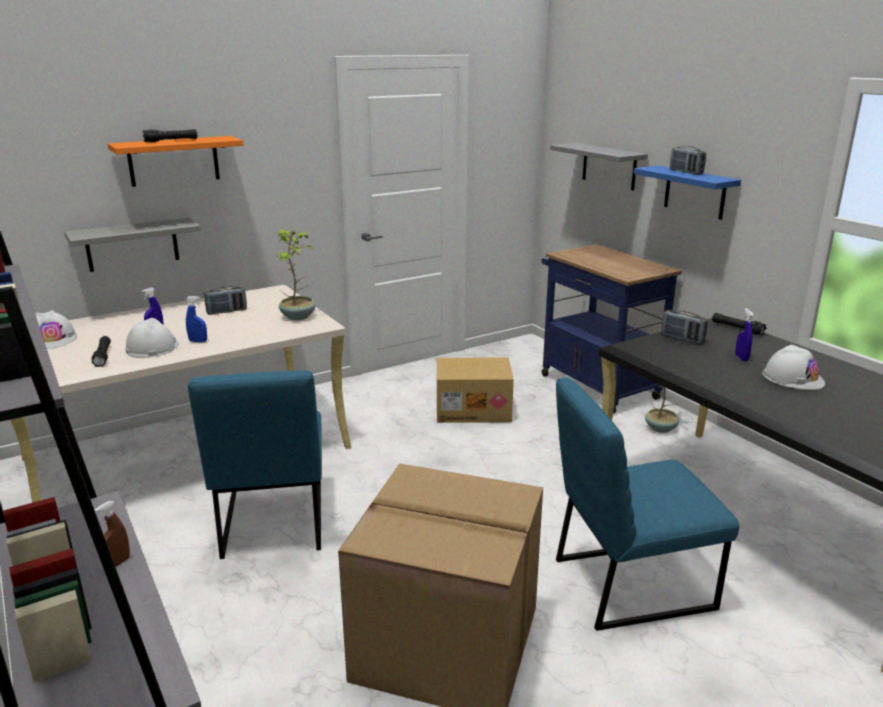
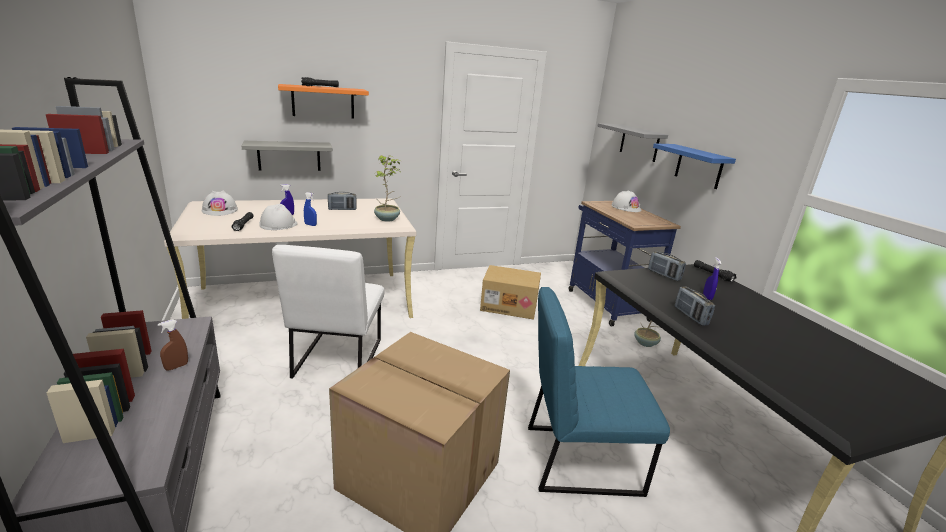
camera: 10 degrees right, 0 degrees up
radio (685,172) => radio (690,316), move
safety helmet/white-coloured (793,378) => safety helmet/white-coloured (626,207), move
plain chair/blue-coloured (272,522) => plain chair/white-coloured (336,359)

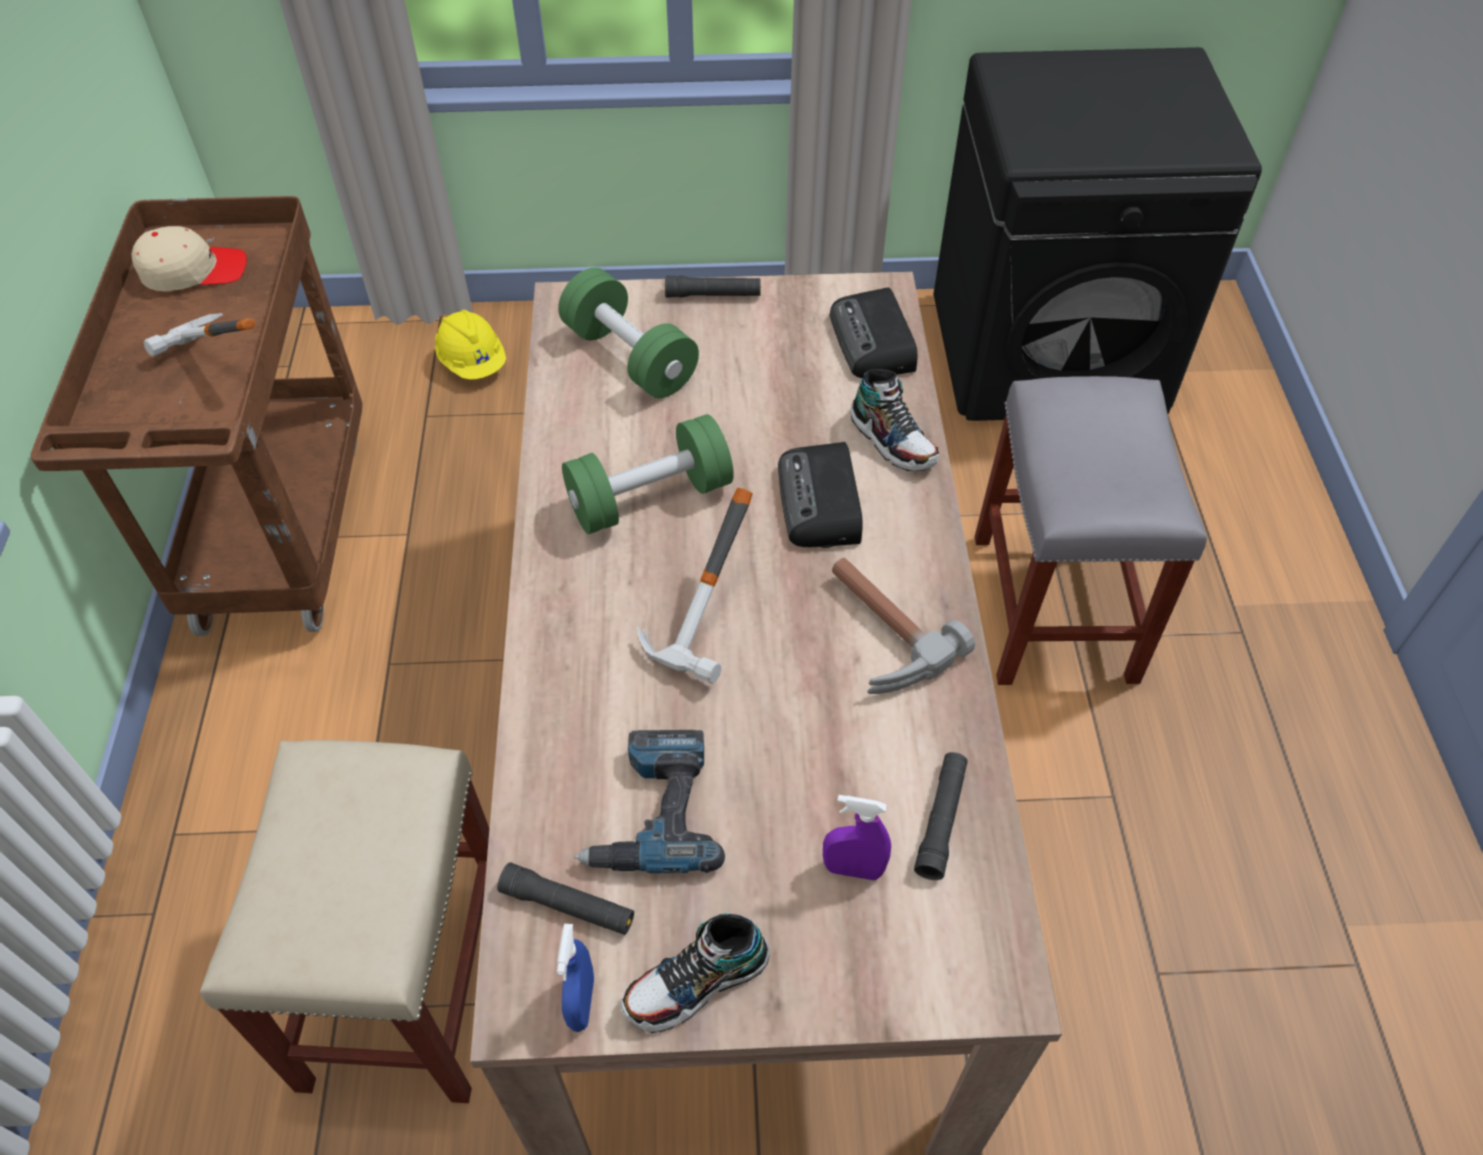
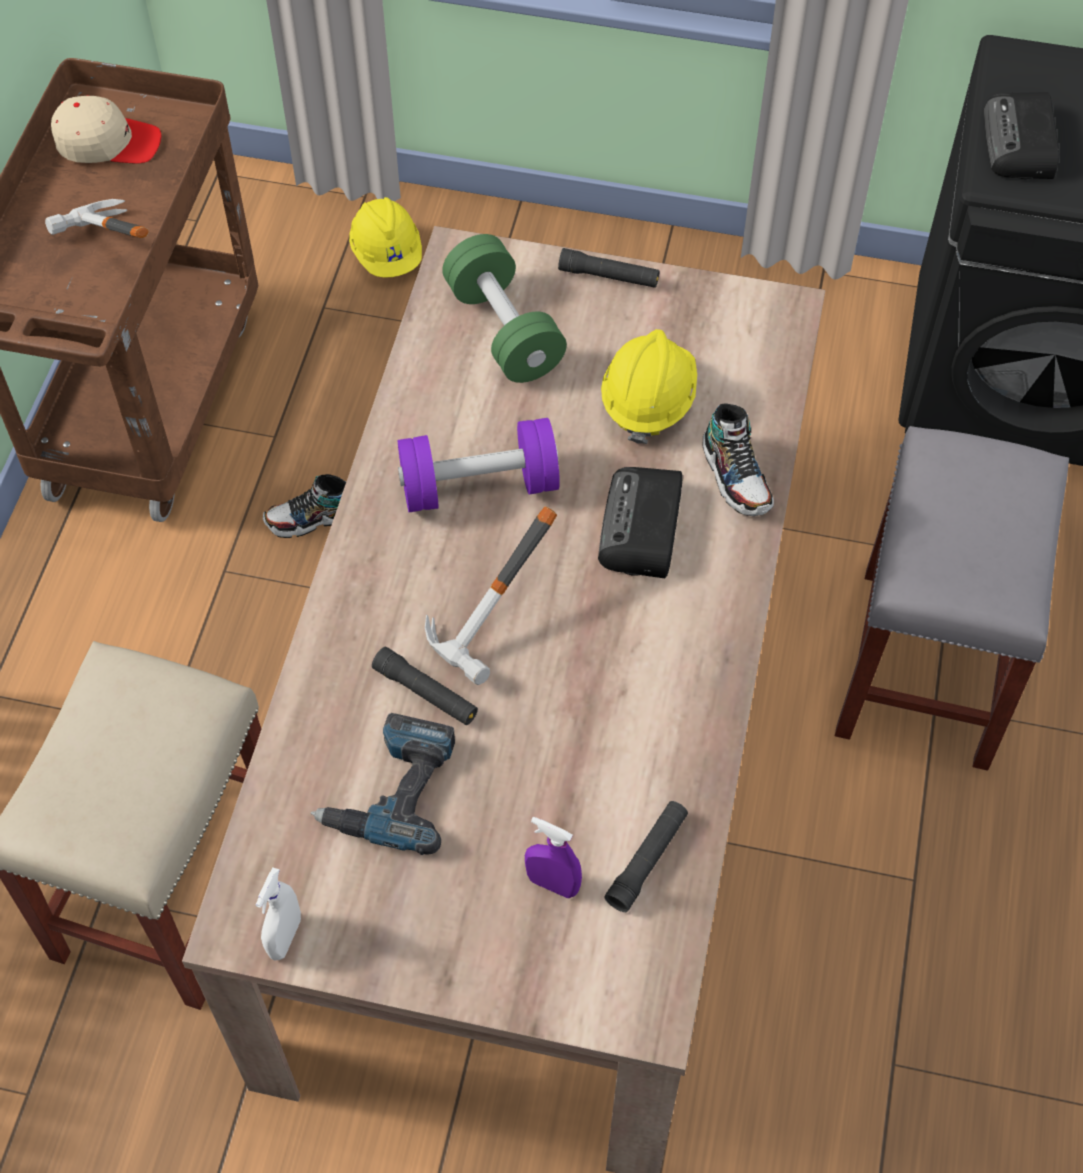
camera: 15 degrees right, 5 degrees up
hand hammer (875,634) => nothing
nothing => safety helmet/yellow-coloured (648,400)
hand torch/black (568,906) => hand torch/black (426,693), move
low shoe (697,983) => low shoe (313,519), move
radio (874,342) => radio (1020,143), move
hand sprayer/blue-coloured (581,1002) => hand sprayer/white-coloured (285,937)
free weight/greenish (650,498) => free weight/purple-coloured (479,486)

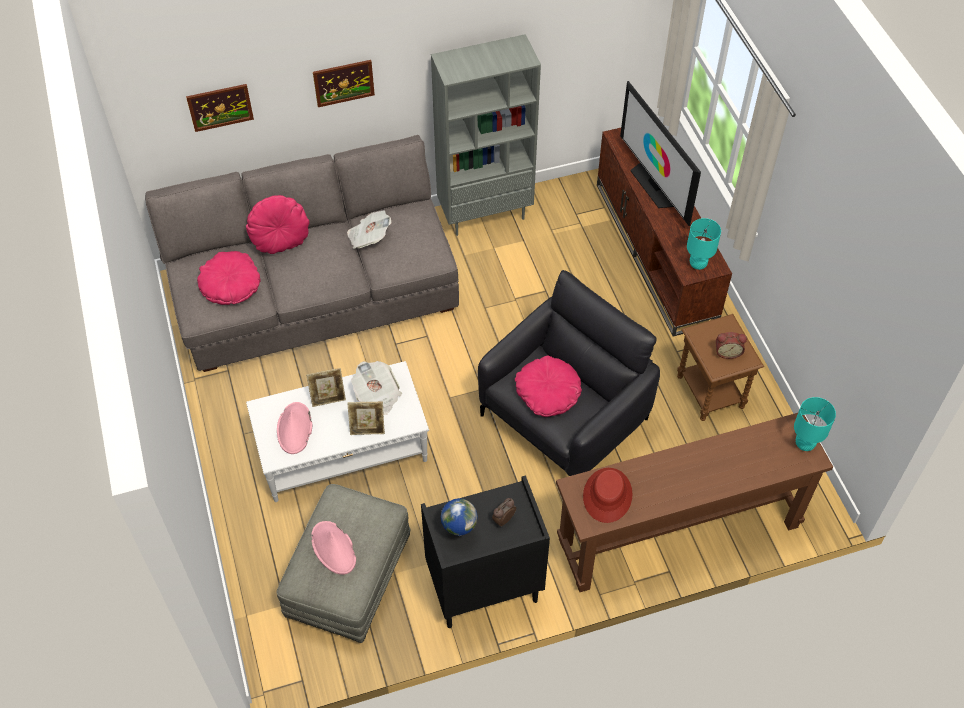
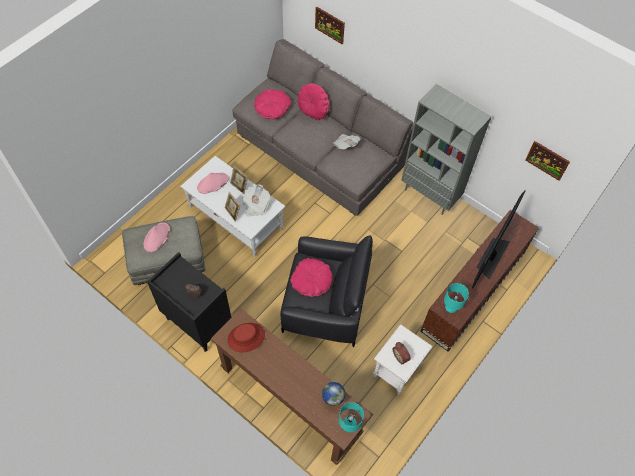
camera: 55 degrees right, 5 degrees up
picture (343,82) => picture (547,160), move
desk globe (459,533) => desk globe (332,400), move
end table/brown (711,391) => end table/white-coloured (397,371)

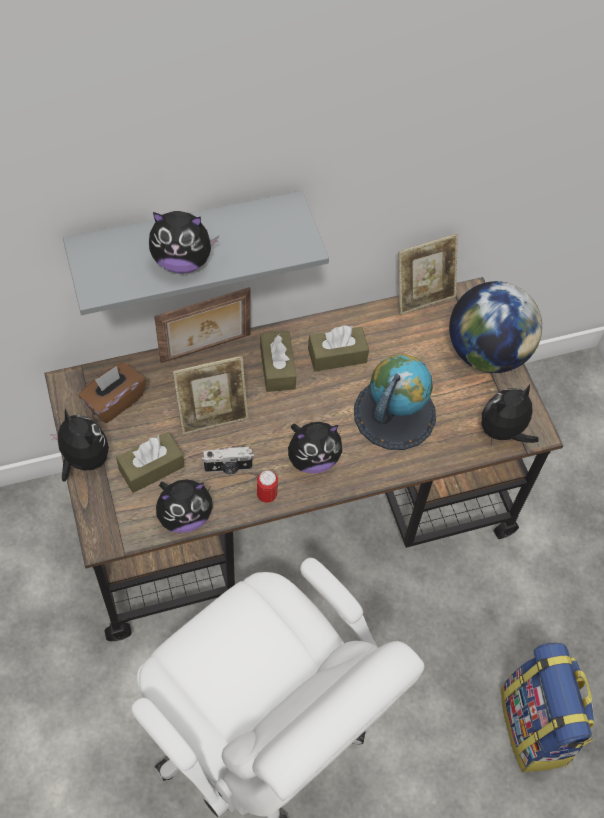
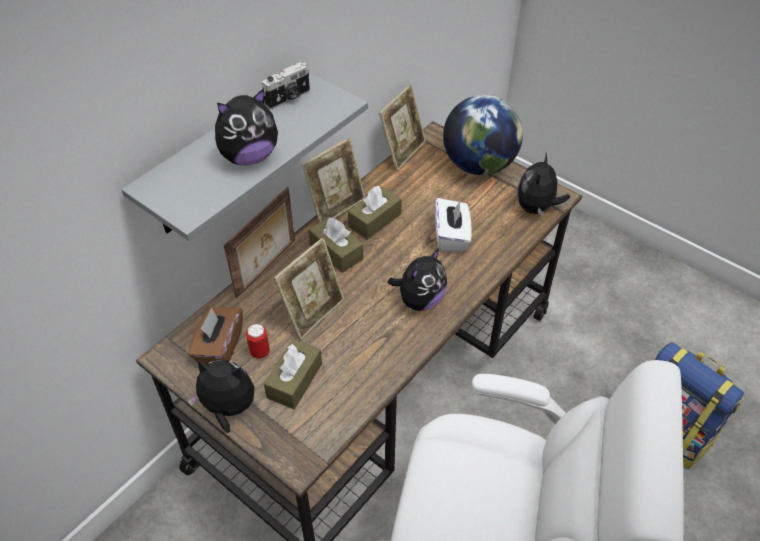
camera: 30 degrees left, 10 degrees down
soft toy (184,516) => nothing
nothing => picture frame (336,207)
still camera (228,468) => still camera (289,99), move
can (267,495) => can (260,352), move
desk globe (394,413) => box of tissues/white-coloured (451,236)

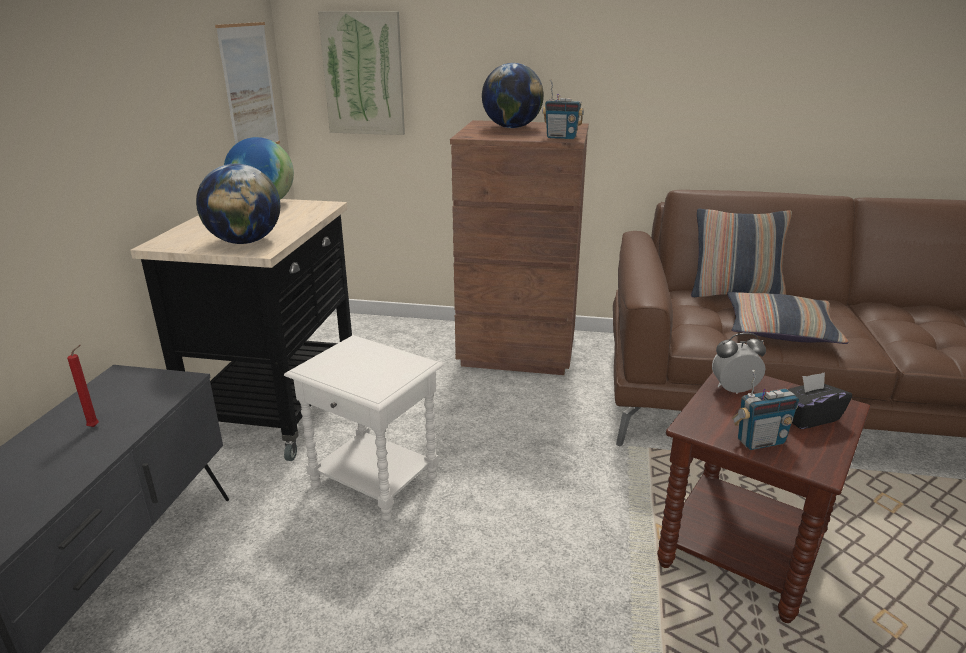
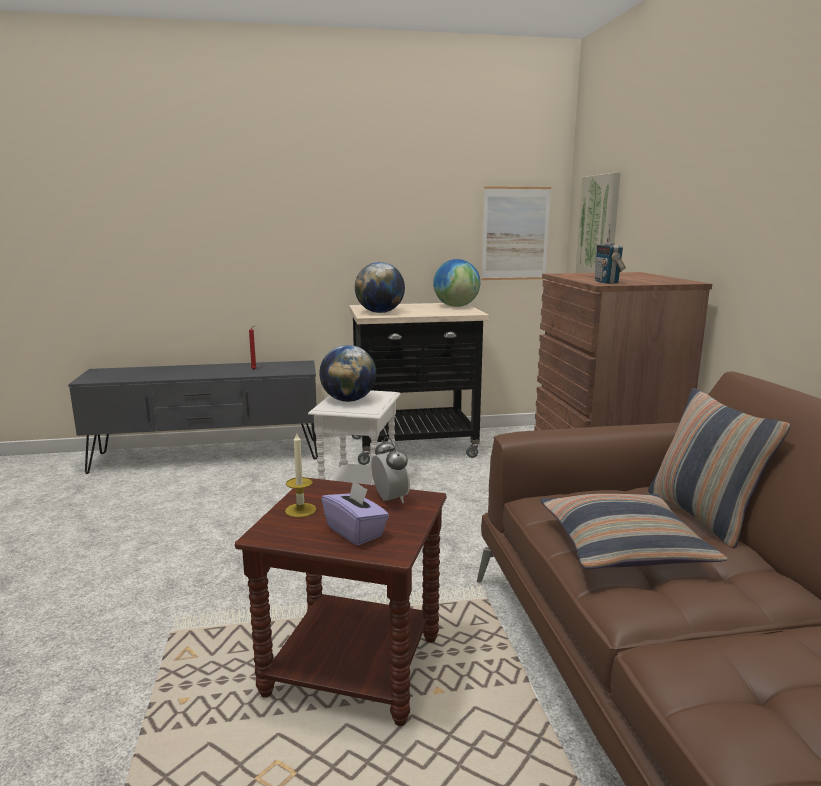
camera: 70 degrees right, 10 degrees down
desk globe (511,127) => desk globe (348,400), move
radio (760,441) => candle (300,510)
box of tissues/black (808,417) => box of tissues/purple-coloured (355,532)

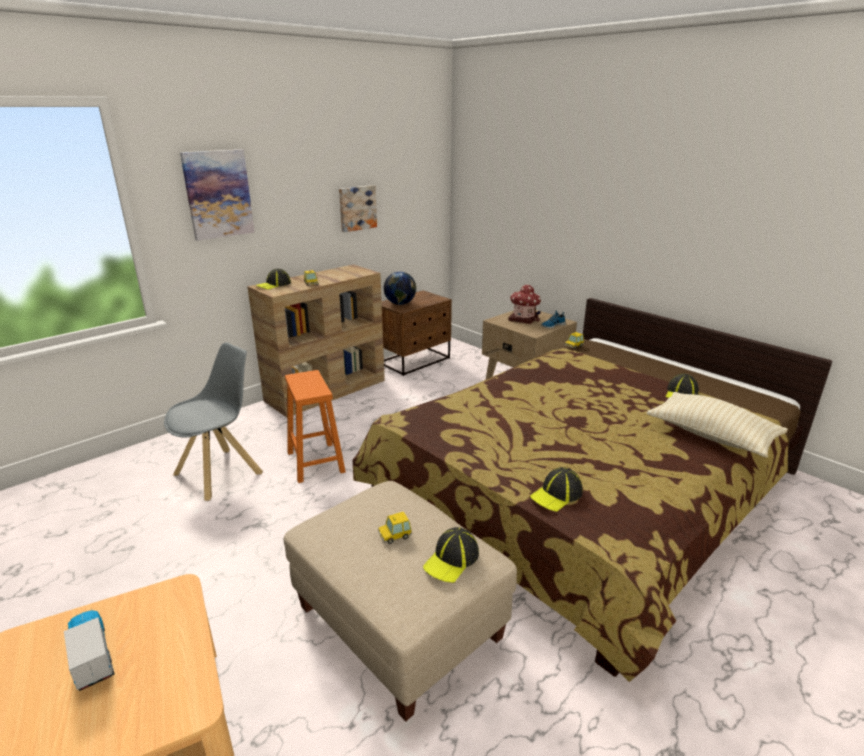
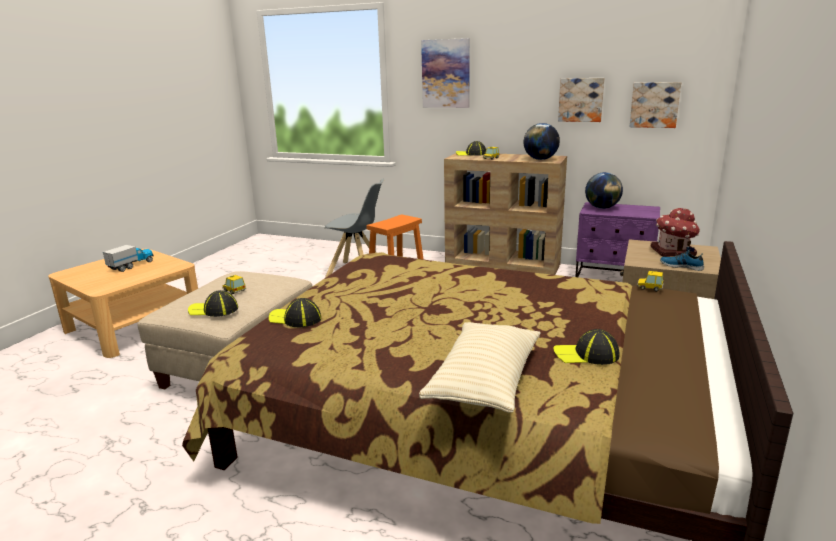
camera: 65 degrees right, 5 degrees down
nothing => desk globe (540,159)
nothing => picture (654,104)
bedside table/brown (415,361) => bedside table/purple-coloured (614,279)

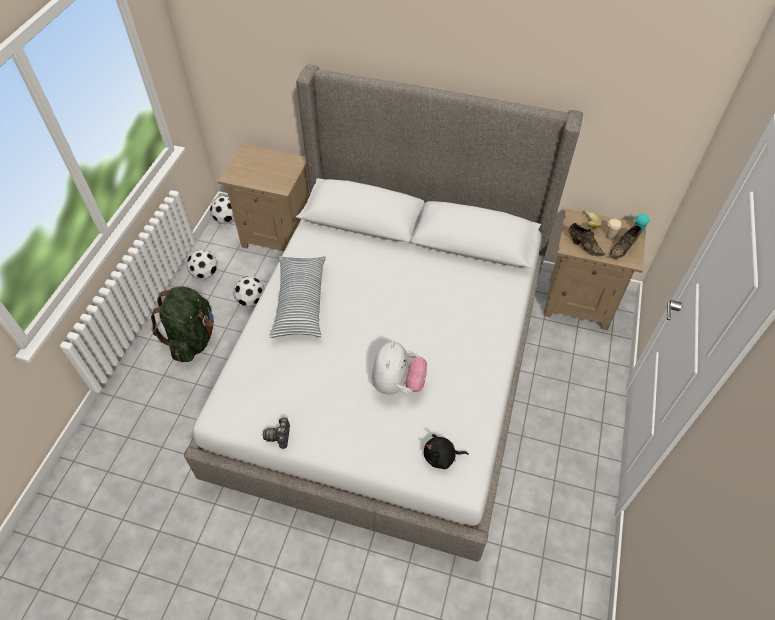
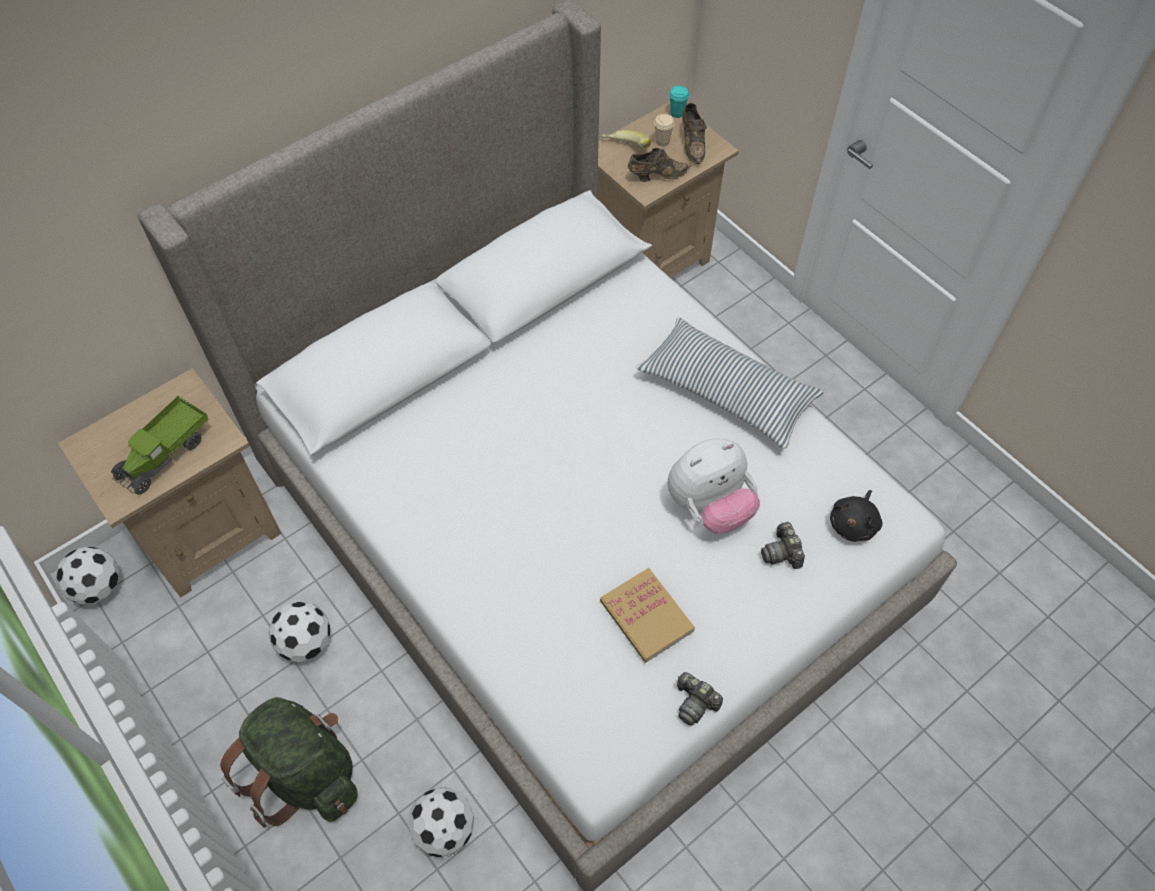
camera: 55 degrees left, 5 degrees up
nothing => toy truck (166,454)
nothing => volume (646,616)
nothing => still camera (782,552)
ball for football (205,274) => ball for football (444,828), move
cushion (300,302) => cushion (726,391), move
soft toy (397,383) => soft toy (709,506), 105 degrees clockwise

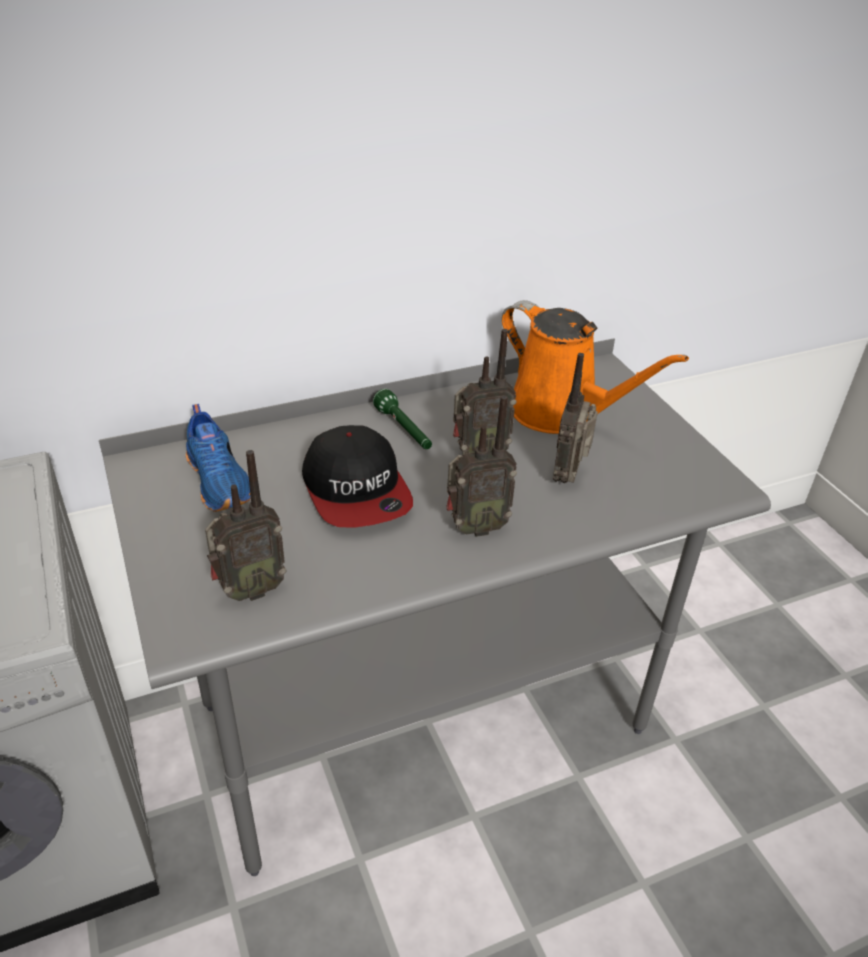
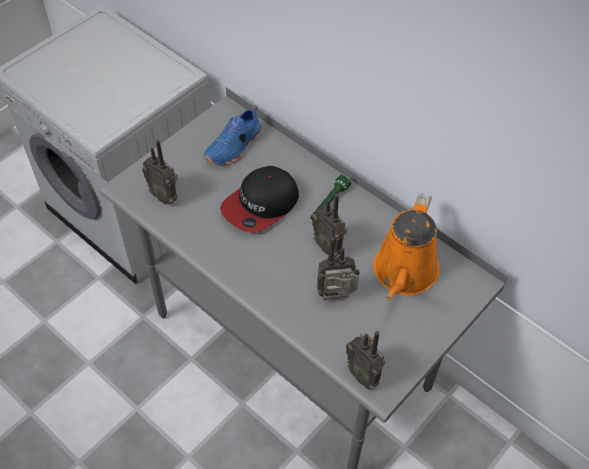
camera: 65 degrees right, 15 degrees up
radio (474,527) => radio (363,374), move

